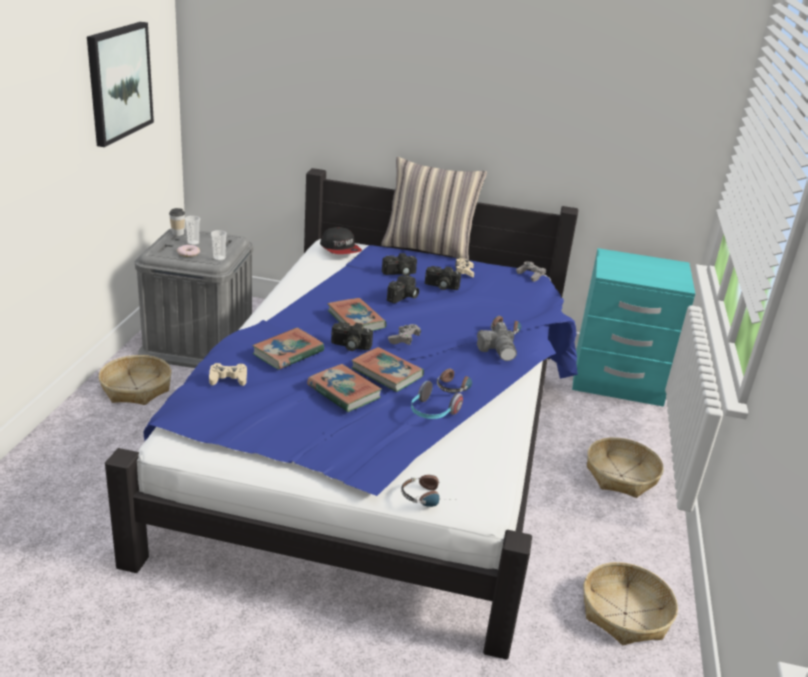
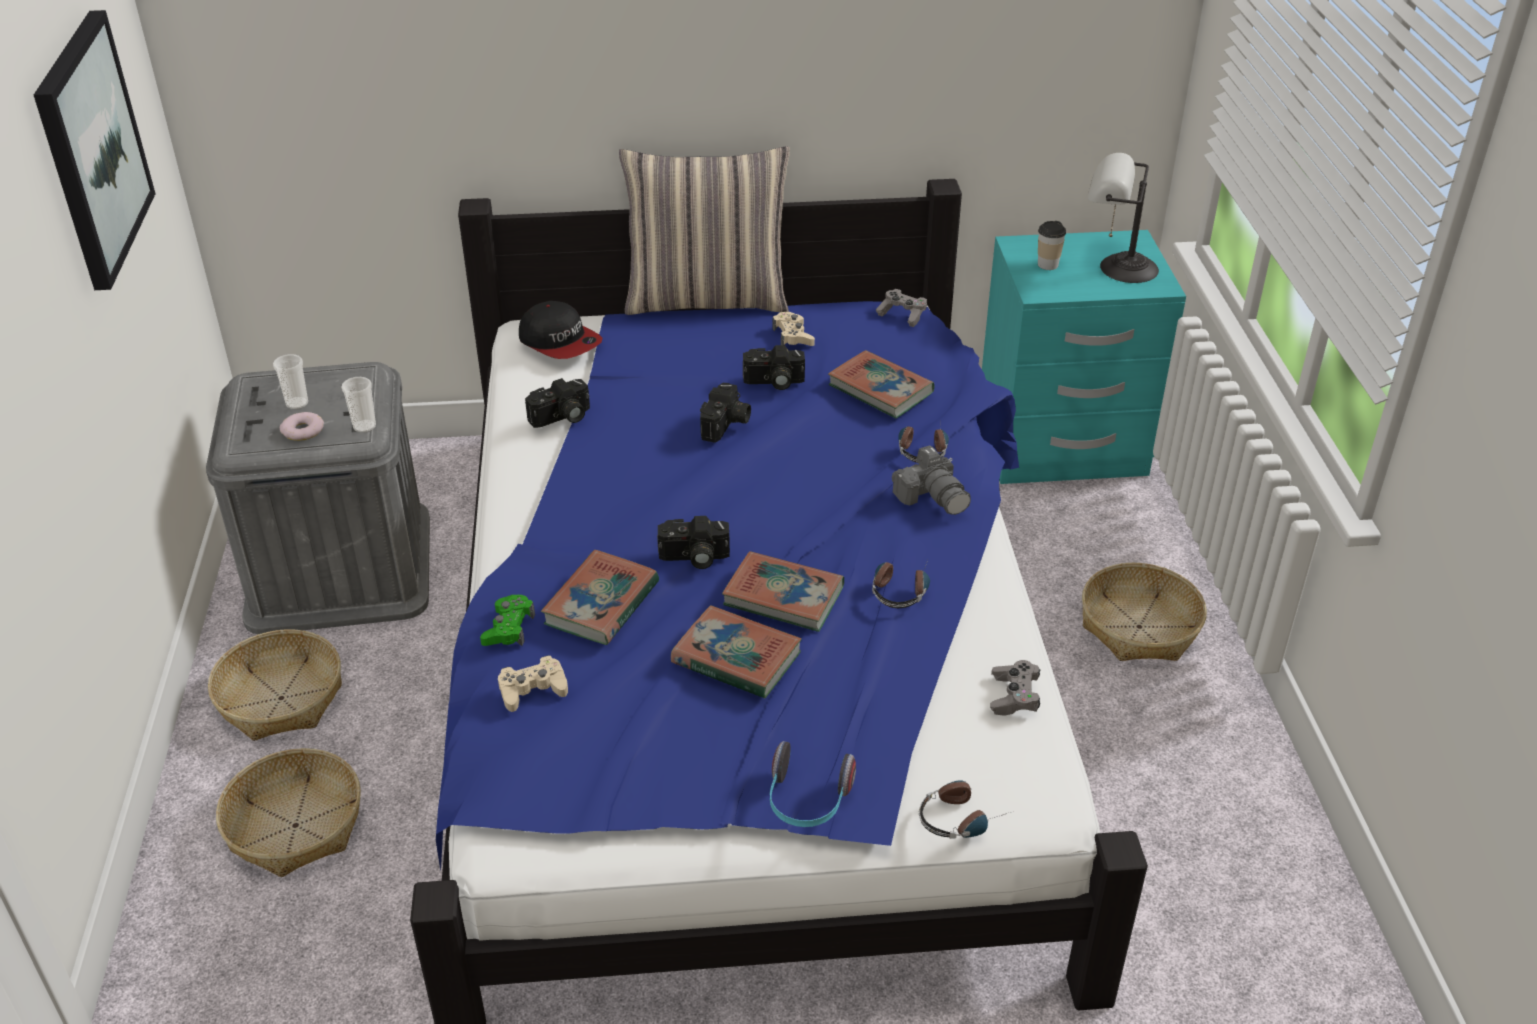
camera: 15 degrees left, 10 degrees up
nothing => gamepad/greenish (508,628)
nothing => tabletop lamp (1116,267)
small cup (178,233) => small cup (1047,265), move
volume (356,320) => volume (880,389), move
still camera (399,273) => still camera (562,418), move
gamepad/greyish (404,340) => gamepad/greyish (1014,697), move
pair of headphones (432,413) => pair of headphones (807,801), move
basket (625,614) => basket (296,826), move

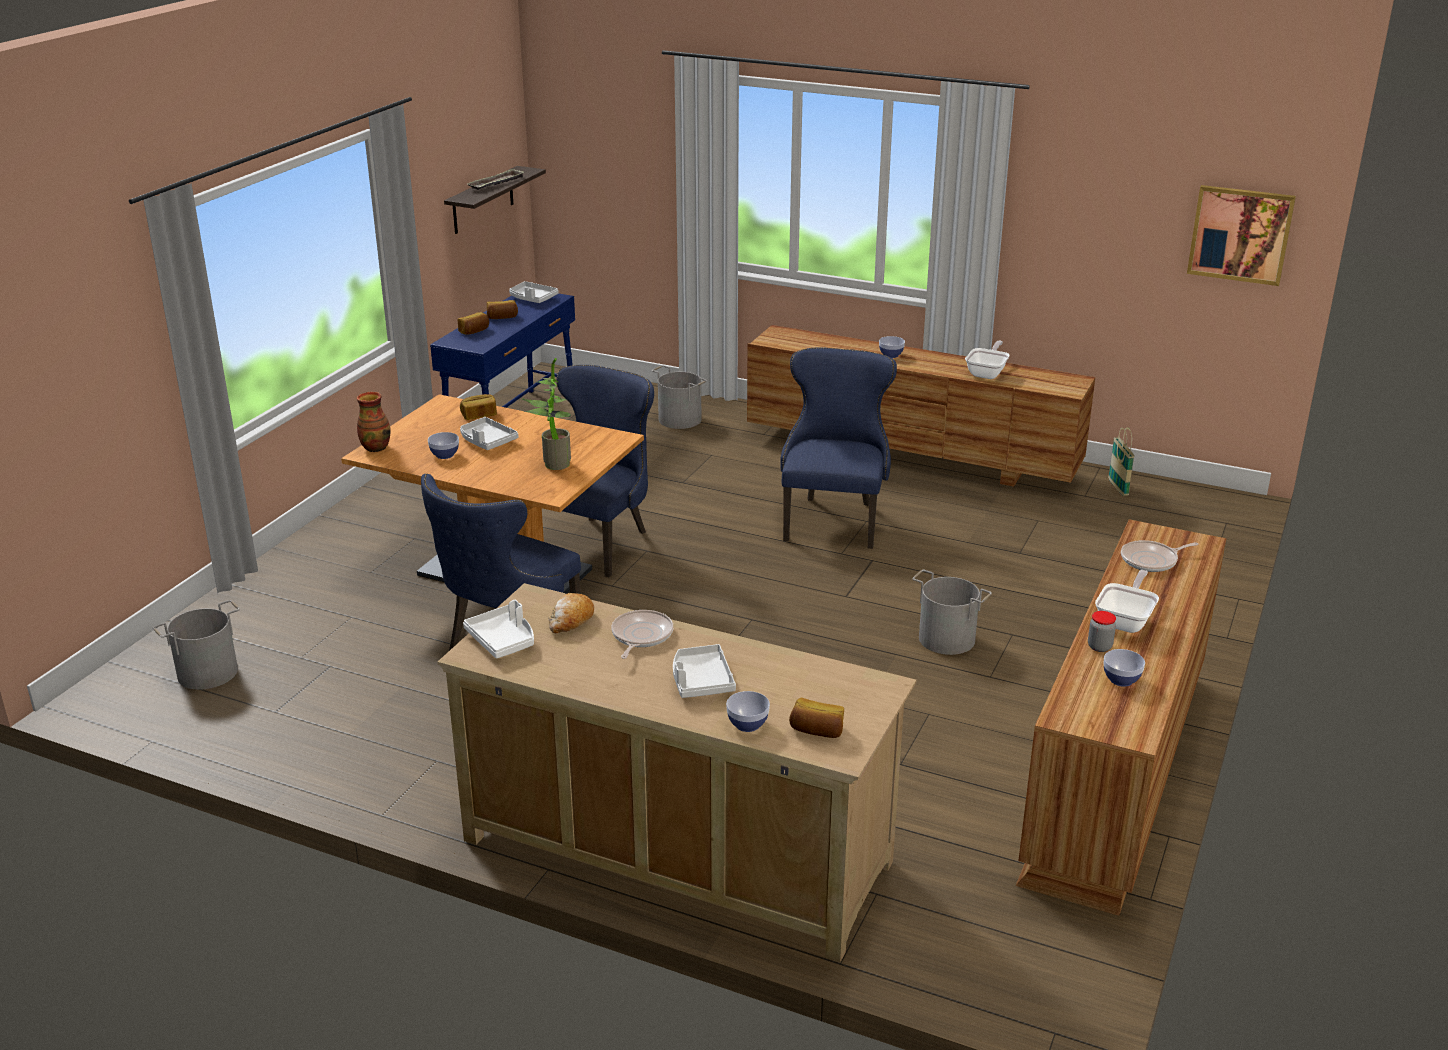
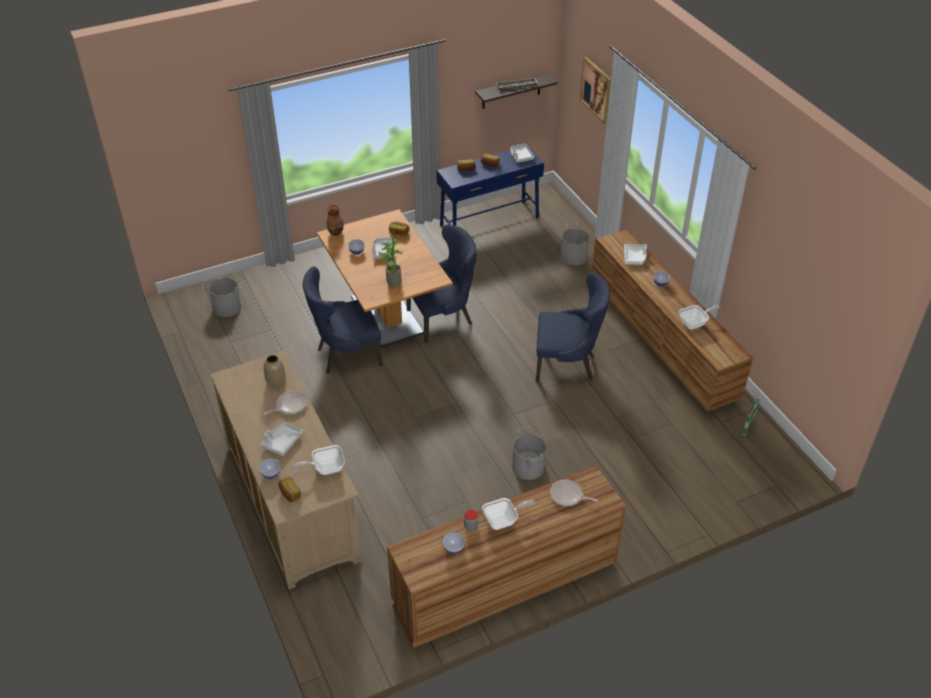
camera: 40 degrees right, 15 degrees up
nothing => pan (325,468)
serving tray/white-coloured (503,640) => serving tray/white-coloured (634,257), move
picture (1240,234) => picture (596,89), move
bakery bread (570,621) => decorative vase (275,381)
plain chair/blue-coloured (833,520) => plain chair/blue-coloured (567,365), 45 degrees clockwise

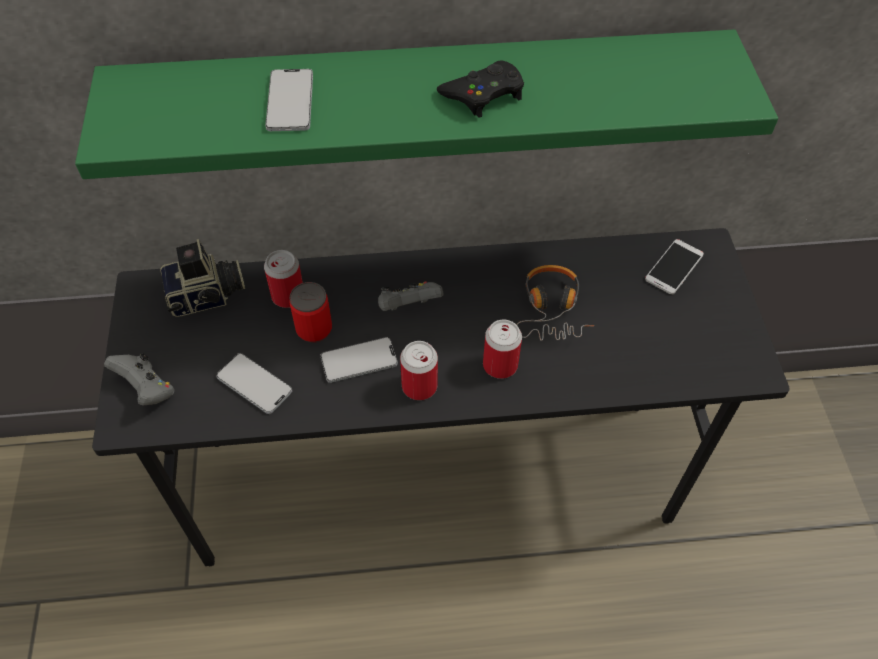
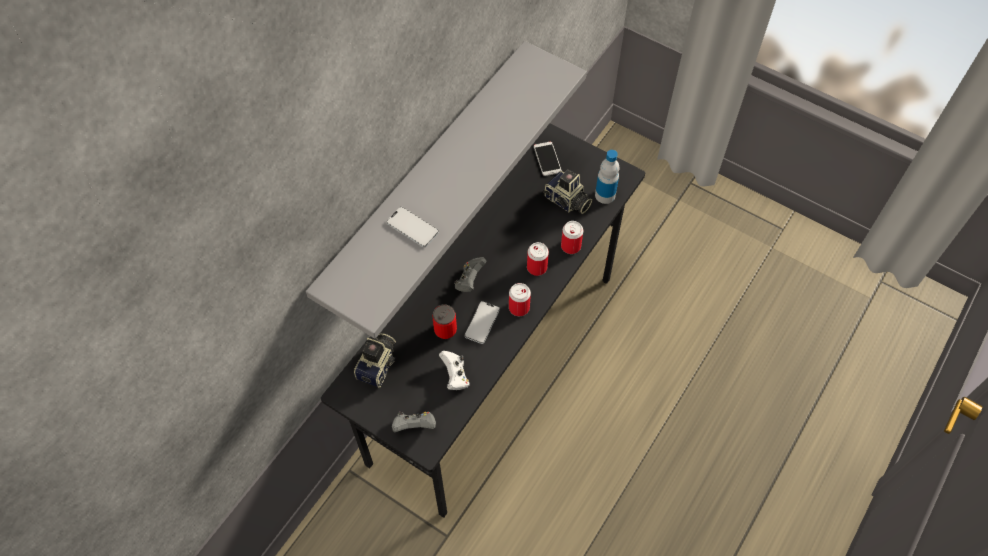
camera: 50 degrees left, 5 degrees up
gamepad/black (484,94) => nothing
pair of headphones (551,309) => nothing
nothing => still camera (567,201)
nothing => beverage bottle (605,195)
can (288,296) => can (570,246), move
phone (254,384) => gamepad/white-coloured (455,376)
wall shelf/greenish (423,99) => wall shelf/greyish (426,178)

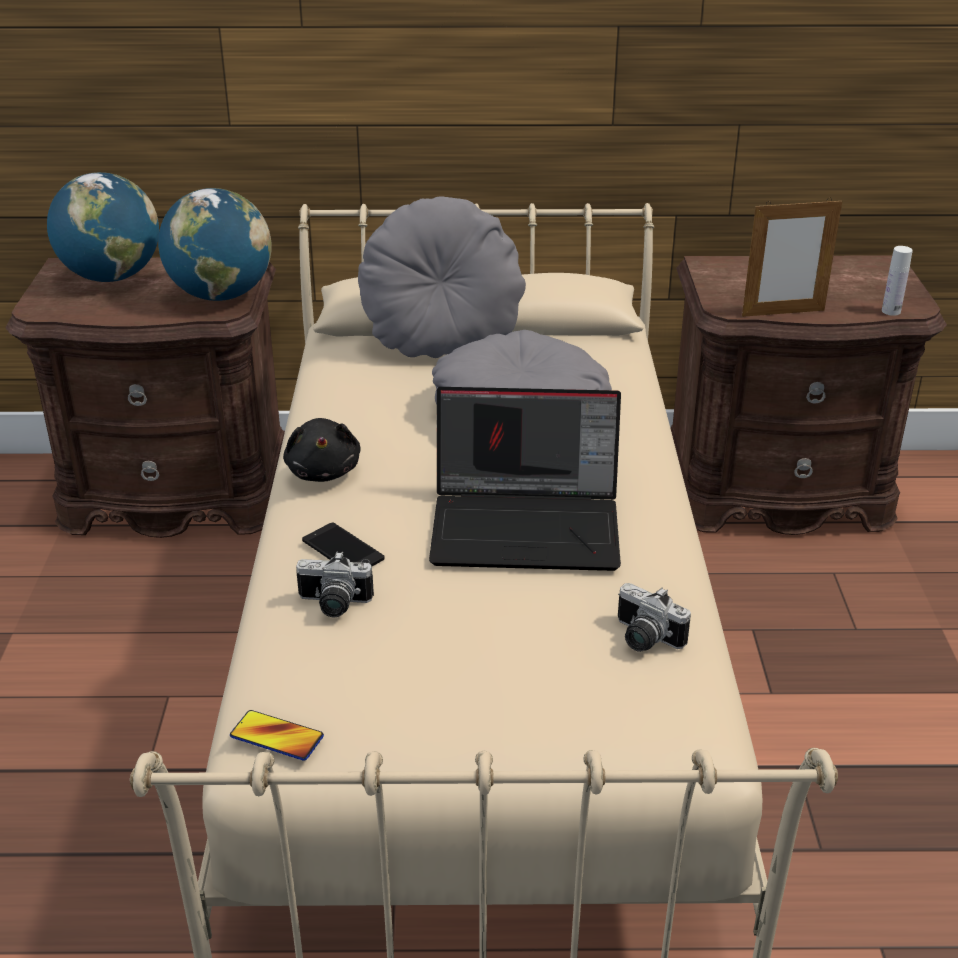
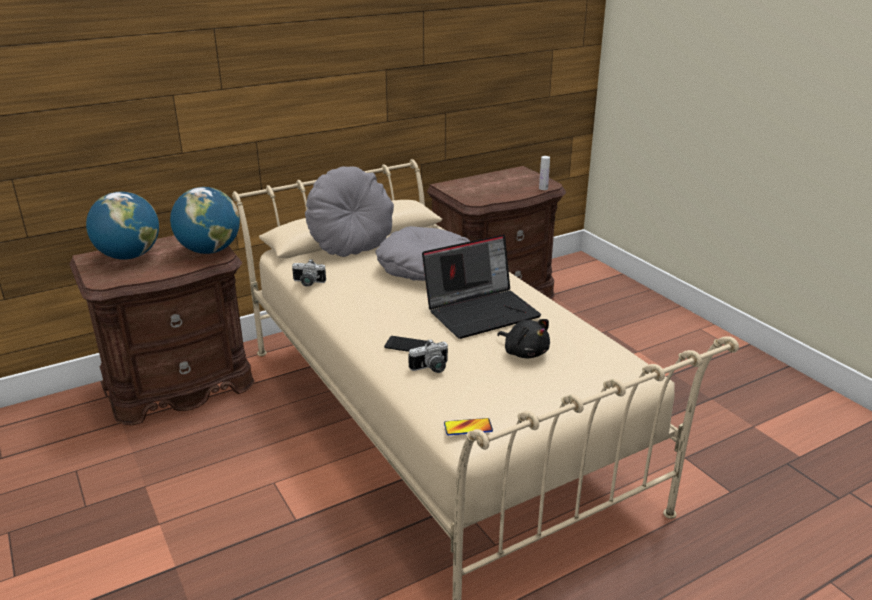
camera: 30 degrees left, 5 degrees down
picture frame (783,313) => nothing
soft toy/black (323,471) => soft toy/black (524,352), move
still camera (643,639) => still camera (307,283), move

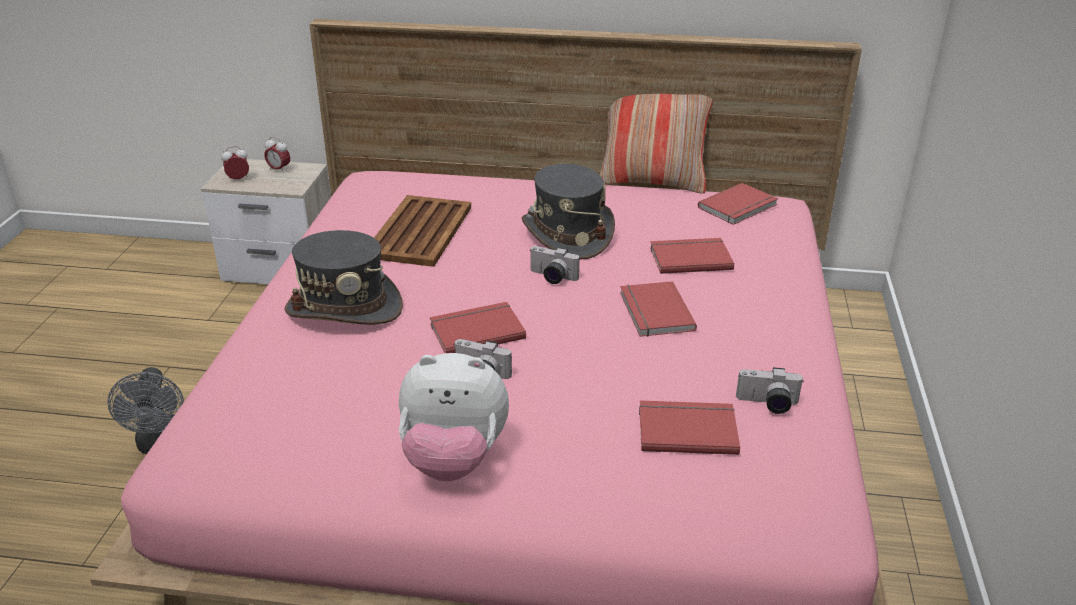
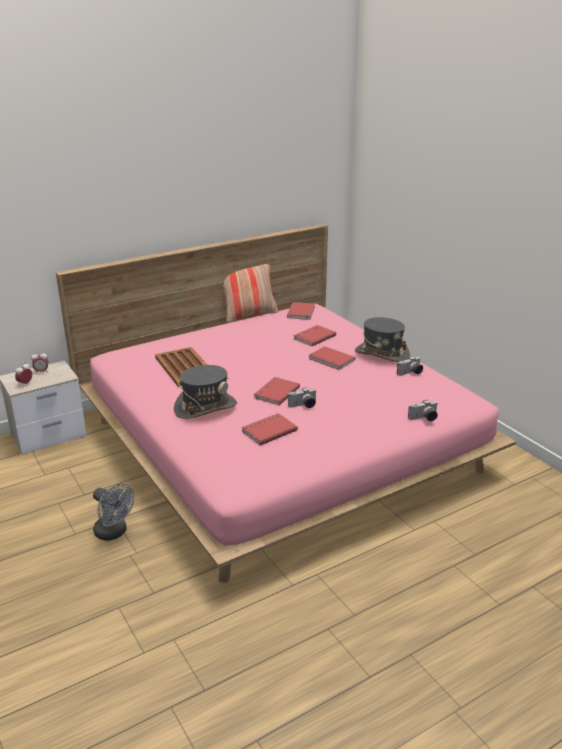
camera: 40 degrees left, 5 degrees down
soft toy (453,459) => nothing
wearable hat/greyish (567,234) => wearable hat/greyish (381,354), move
still camera (551,277) => still camera (424,418), move
volume/reddish (686,429) => volume/reddish (268,430), move

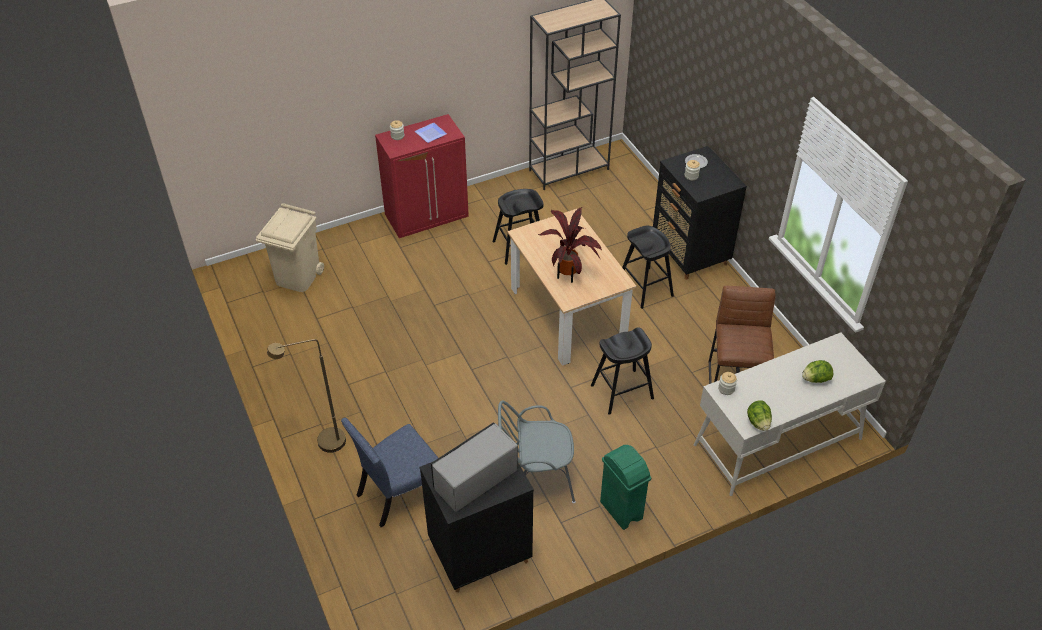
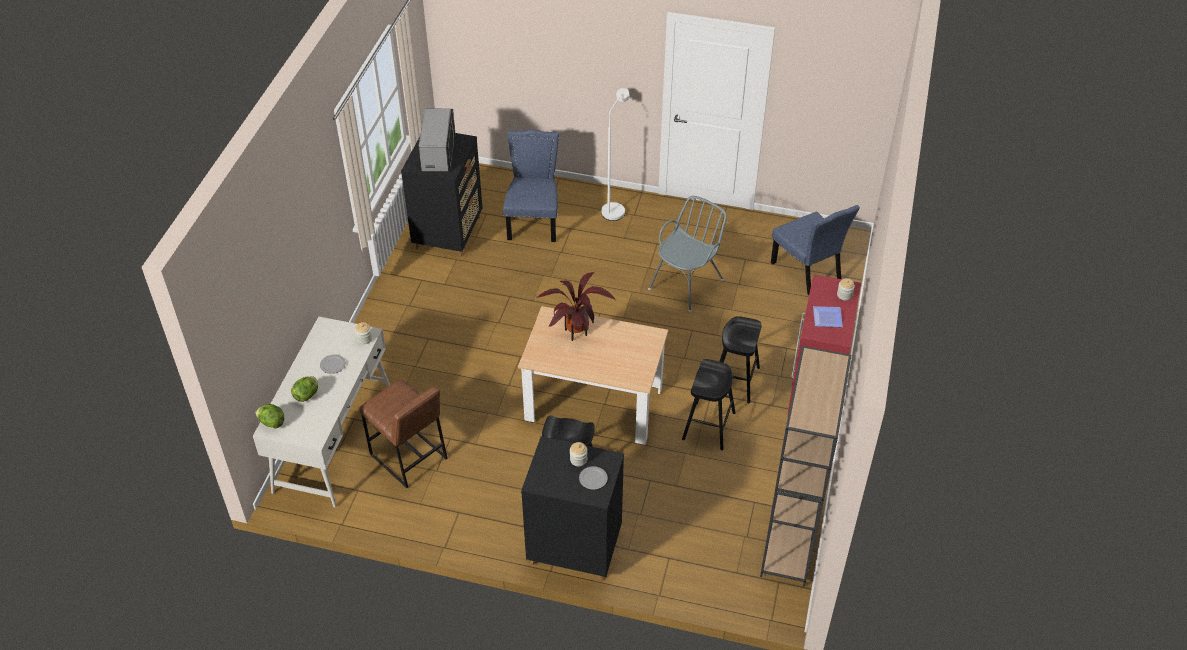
camera: 130 degrees right, 0 degrees up
waste bin/greenish (621,511) => nothing
nothing => plate (333,364)
plain chair/greyish (535,479) => plain chair/greyish (687,282), move
sitting stool/black (622,392) => sitting stool/black (734,381), move
head of lettuce (758,422) => head of lettuce (272,422), move
waste bin/beige-coloured (298,277) => plain chair/blue-coloured (807,270)
standing lamp/brown (324,444) => standing lamp/white-coloured (615,208)

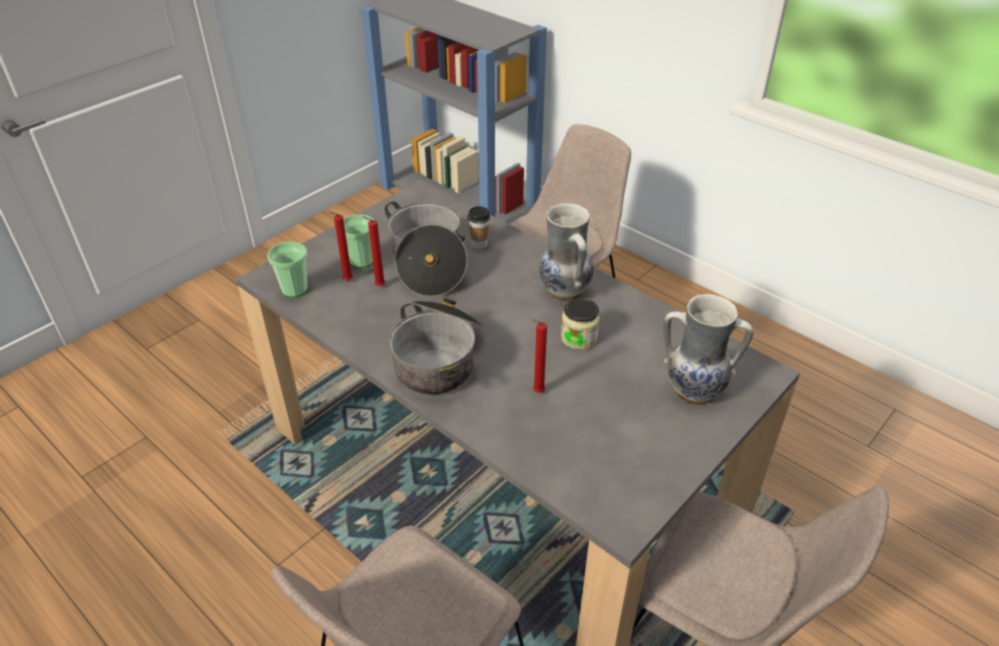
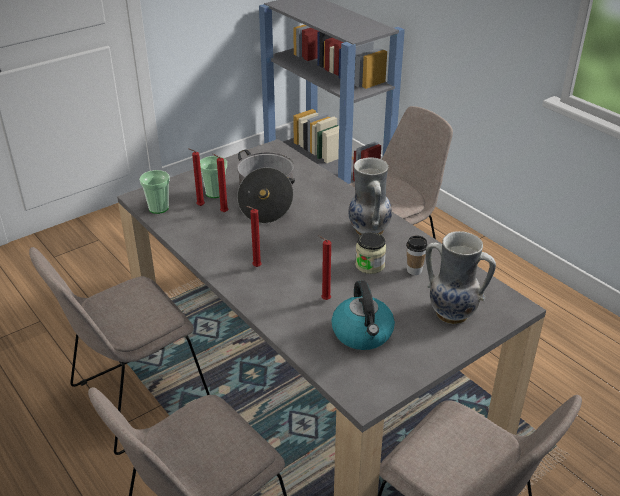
camera: 10 degrees right, 5 degrees down
nothing => plain chair/beige-coloured (135,400)
nothing => tea kettle (363,334)
small cup (479,244) => small cup (414,270), move
cooking pot (439,357) => candle/reddish (255,267)

